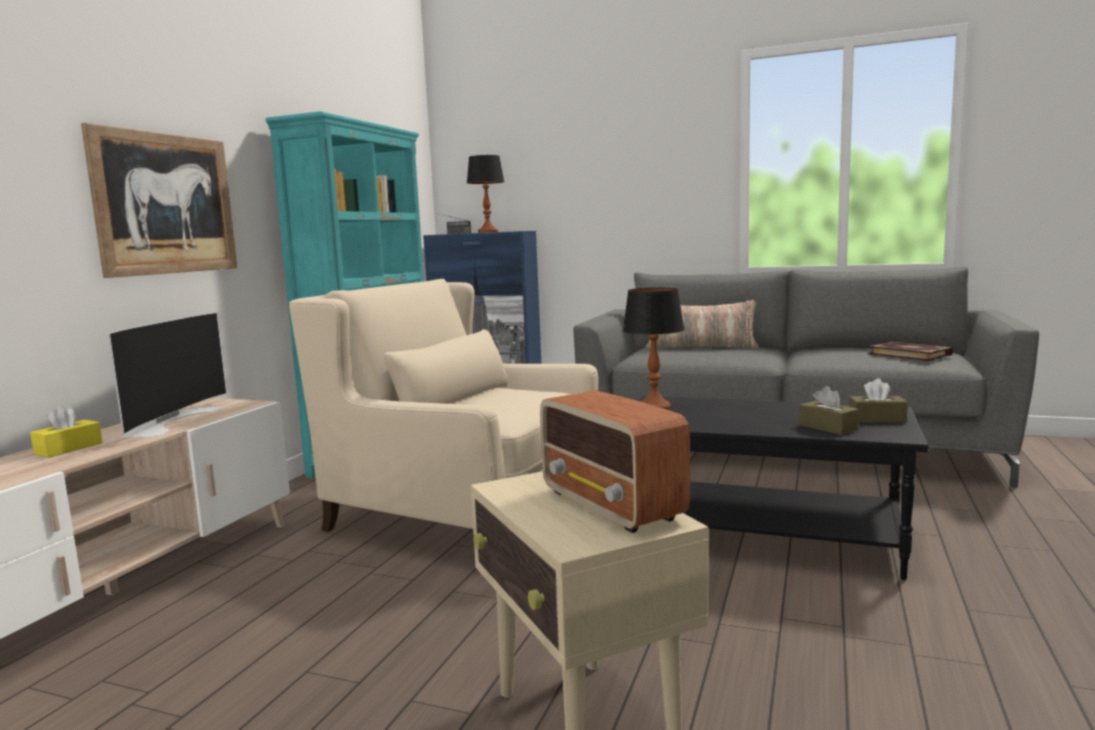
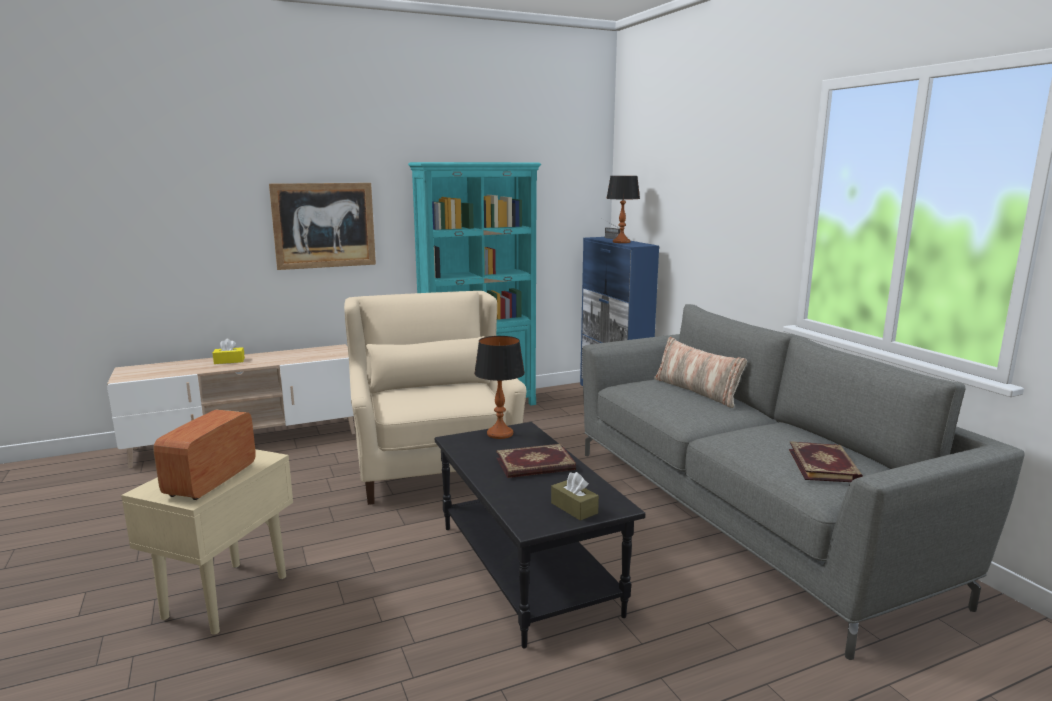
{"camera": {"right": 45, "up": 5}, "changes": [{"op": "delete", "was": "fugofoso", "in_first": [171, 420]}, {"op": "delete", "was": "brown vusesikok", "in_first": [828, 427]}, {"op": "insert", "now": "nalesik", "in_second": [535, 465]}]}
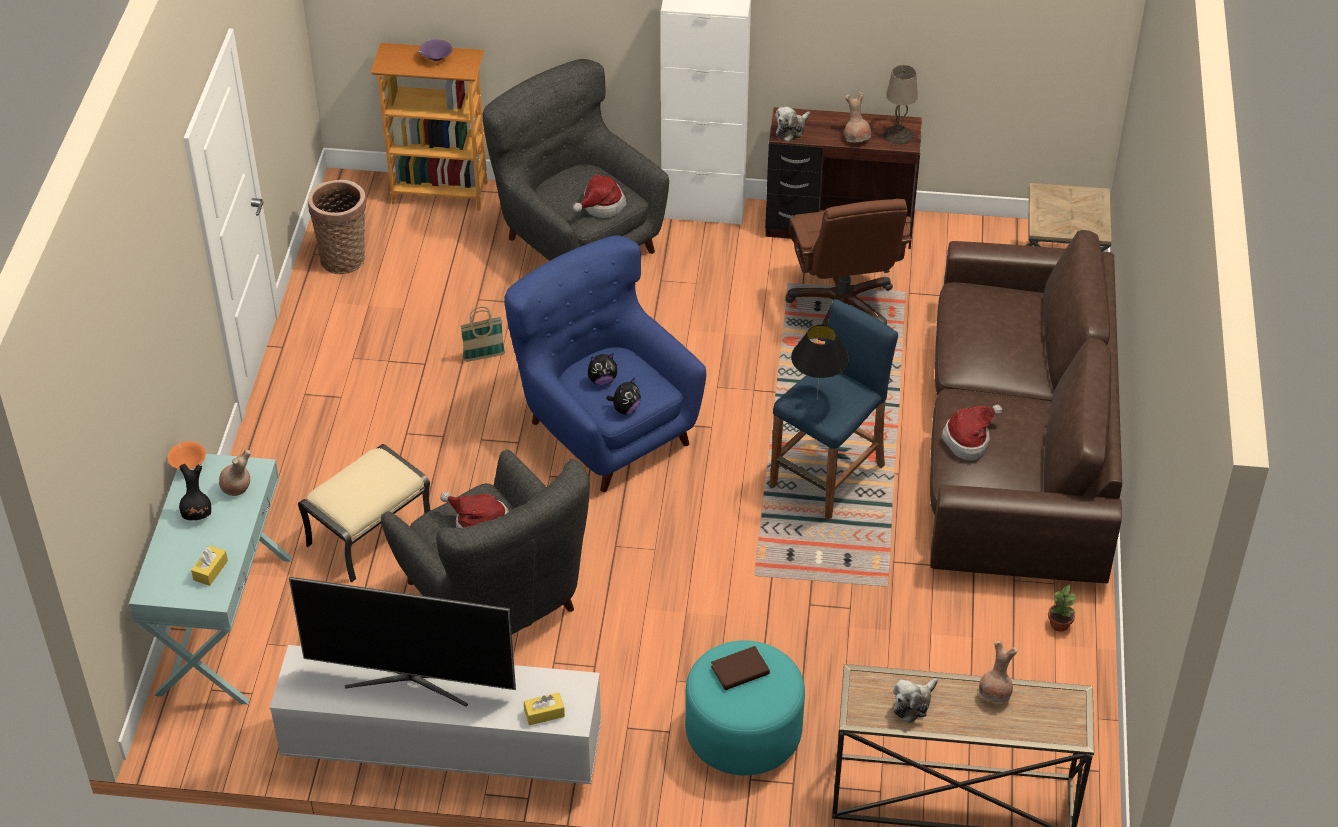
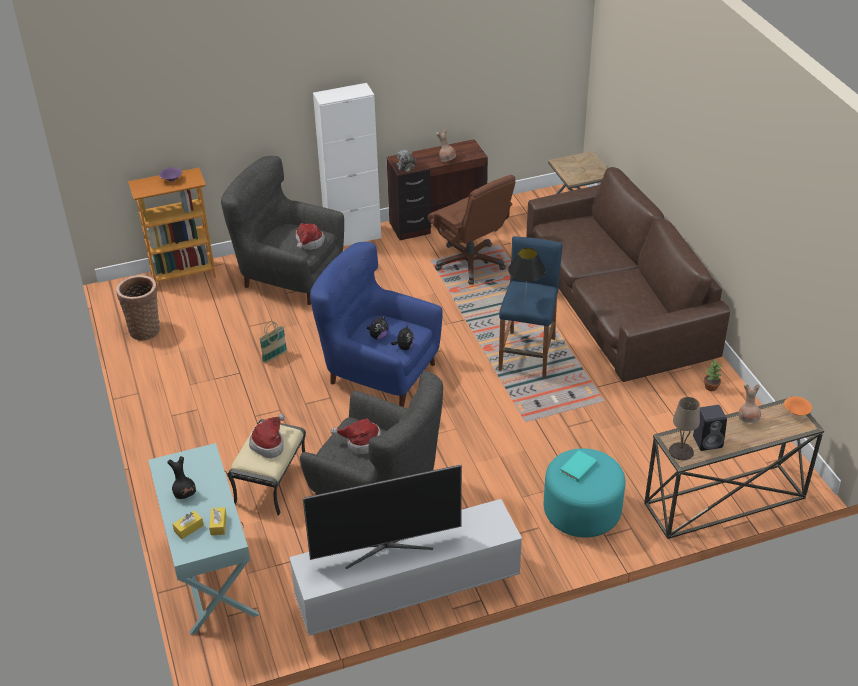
{"camera": {"right": -25, "up": -5}, "changes": [{"op": "move", "was": "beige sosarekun", "in_first": [899, 135], "in_second": [681, 451]}, {"op": "move", "was": "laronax", "in_first": [969, 440], "in_second": [269, 444]}, {"op": "move", "was": "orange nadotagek", "in_first": [188, 464], "in_second": [795, 412]}, {"op": "delete", "was": "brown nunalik", "in_first": [237, 489]}, {"op": "recolor", "was": "brown nalesik", "now": "turquoise nalesik", "in_first": [740, 670], "in_second": [578, 468]}, {"op": "replace", "was": "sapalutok", "now": "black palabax", "in_first": [913, 704], "in_second": [708, 441]}, {"op": "move", "was": "yellow vusesikok", "in_first": [544, 713], "in_second": [189, 528]}]}
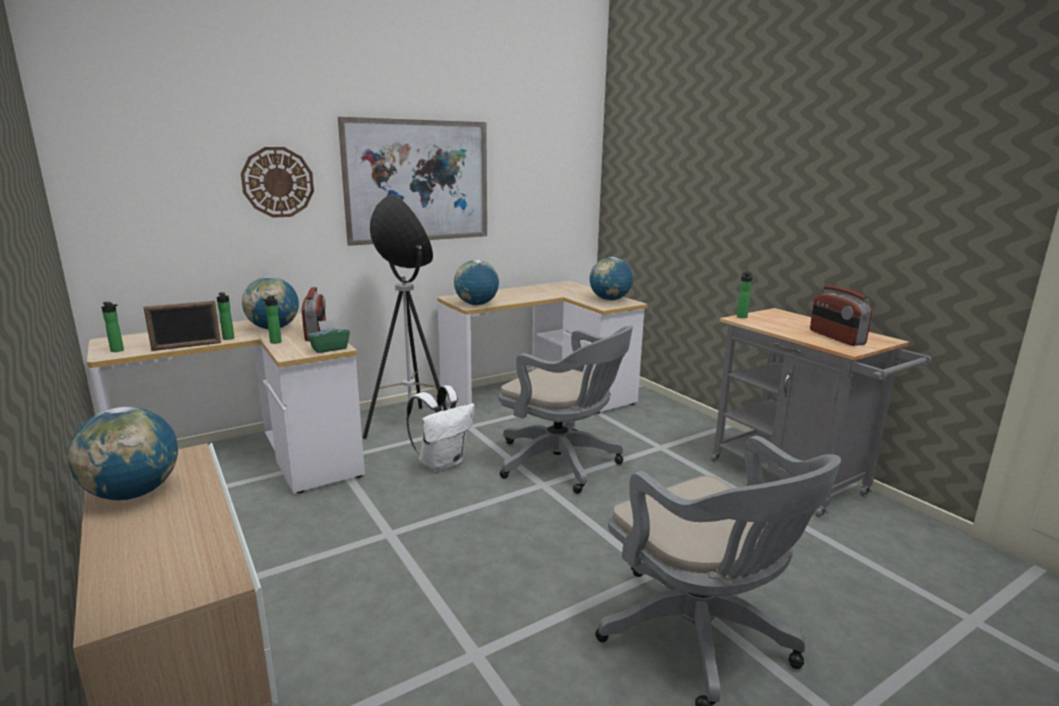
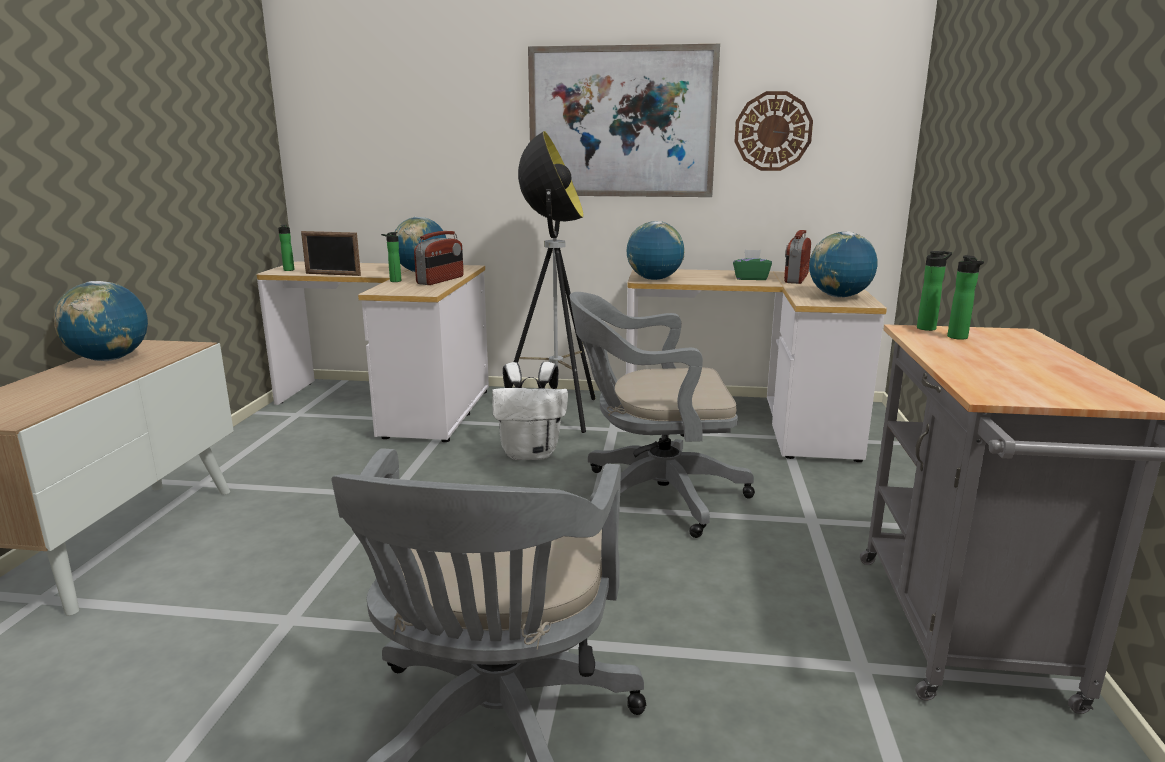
{"camera": {"right": 40, "up": 0}, "changes": [{"op": "move", "was": "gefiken", "in_first": [278, 182], "in_second": [773, 131]}, {"op": "move", "was": "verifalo", "in_first": [836, 337], "in_second": [795, 279]}, {"op": "move", "was": "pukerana", "in_first": [229, 338], "in_second": [958, 338]}, {"op": "move", "was": "green vusesikok", "in_first": [329, 348], "in_second": [750, 278]}, {"op": "rotate", "was": "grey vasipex", "in_first": [563, 463], "in_second": [652, 495], "clockwise": 105}]}
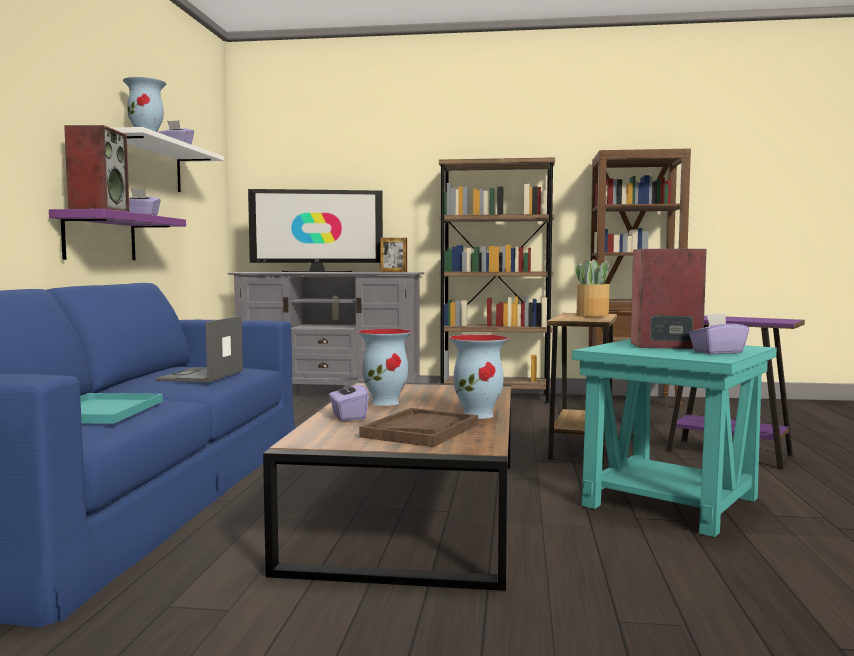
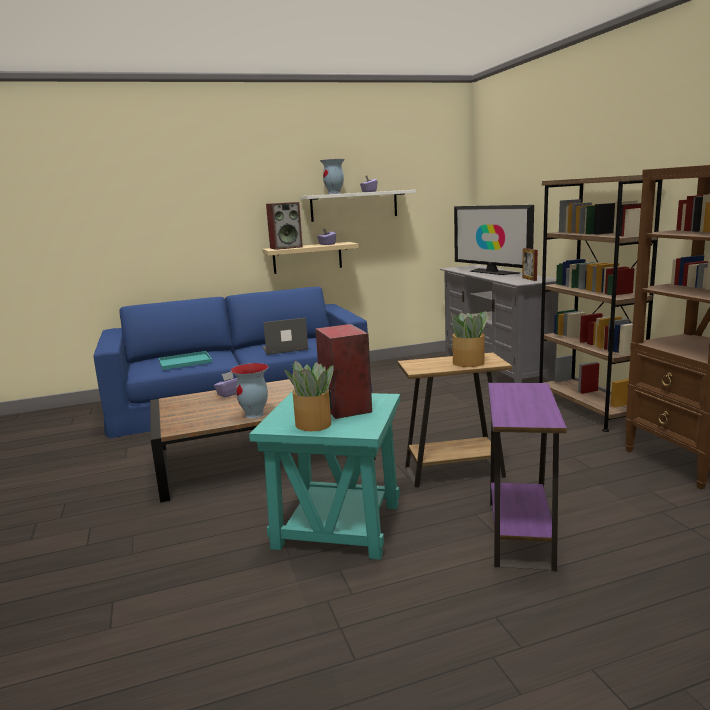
{"camera": {"right": 65, "up": 10}, "changes": [{"op": "recolor", "was": "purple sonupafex", "now": "beige sonupafex", "in_first": [100, 237], "in_second": [307, 257]}, {"op": "replace", "was": "purple vusesikok", "now": "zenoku", "in_first": [717, 352], "in_second": [313, 424]}, {"op": "delete", "was": "nunalik", "in_first": [386, 402]}, {"op": "delete", "was": "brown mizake", "in_first": [420, 430]}]}
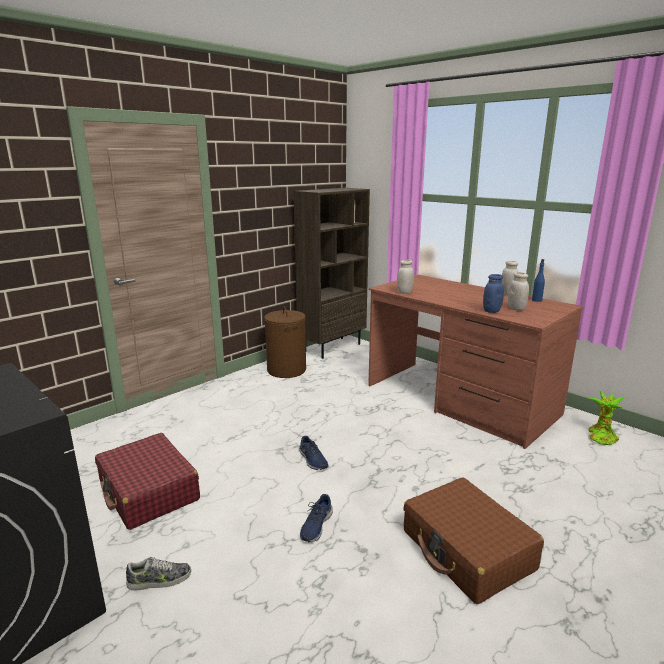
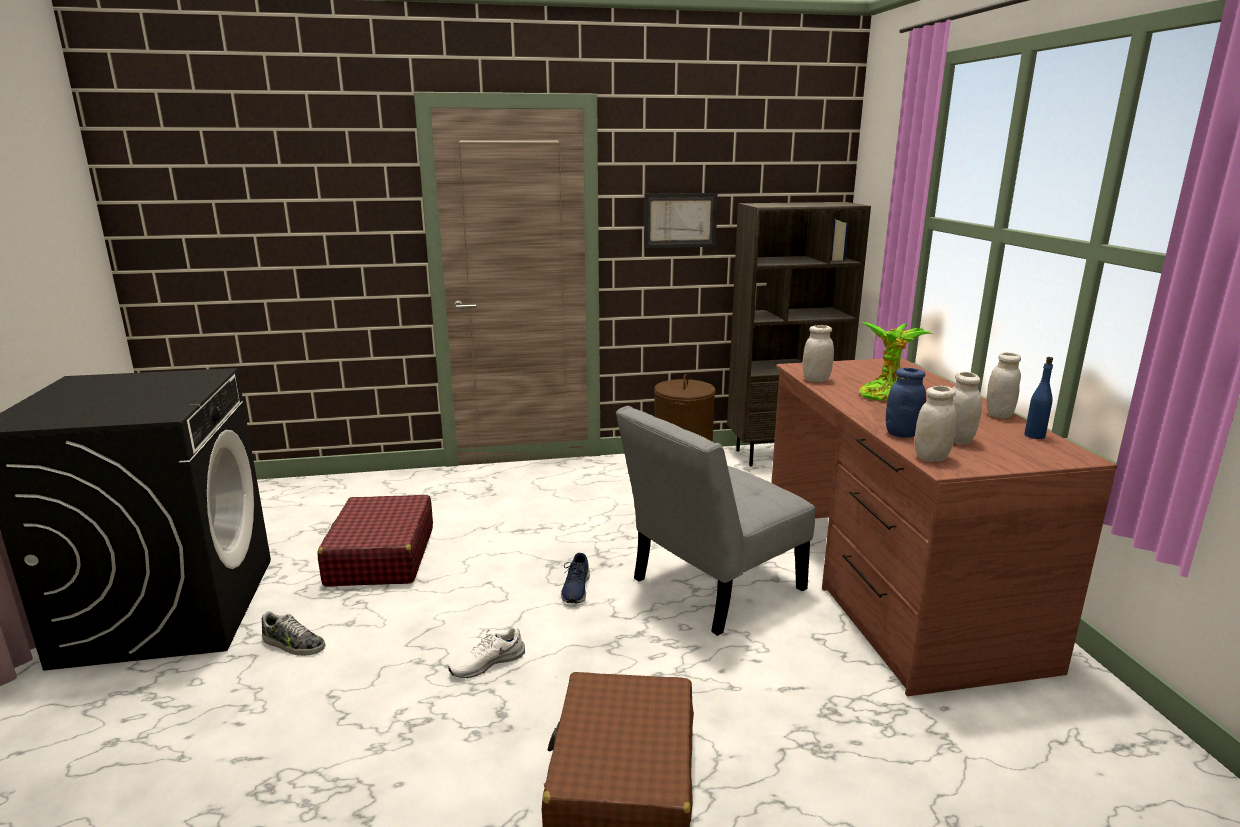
{"camera": {"right": 35, "up": 0}, "changes": [{"op": "move", "was": "zenoku", "in_first": [601, 436], "in_second": [884, 394]}, {"op": "recolor", "was": "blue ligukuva", "now": "white ligukuva", "in_first": [316, 525], "in_second": [487, 663]}, {"op": "insert", "now": "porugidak", "in_second": [680, 220]}, {"op": "insert", "now": "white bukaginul", "in_second": [931, 457]}, {"op": "insert", "now": "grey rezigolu", "in_second": [711, 588]}]}
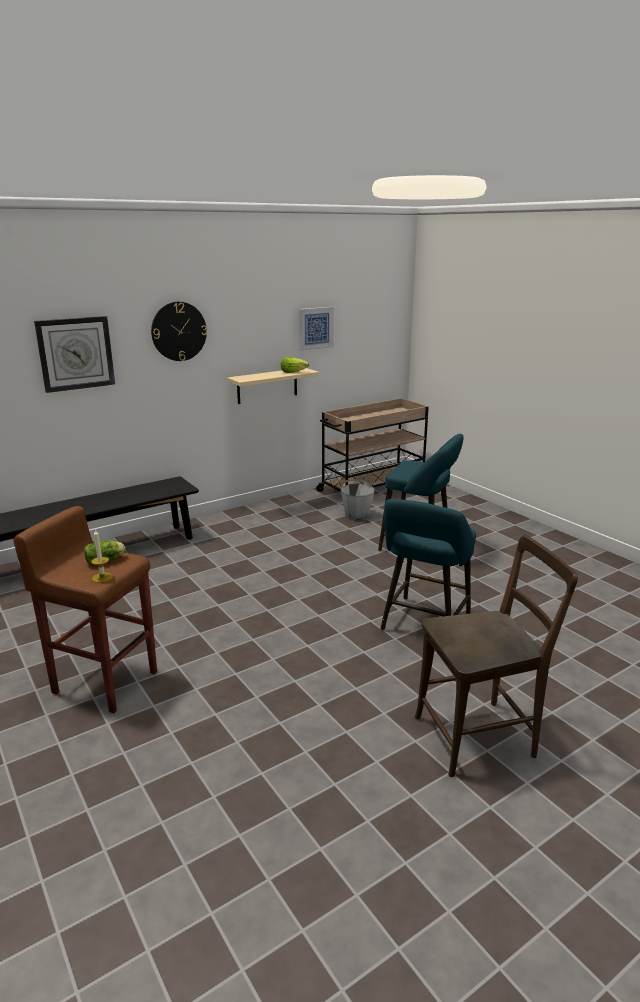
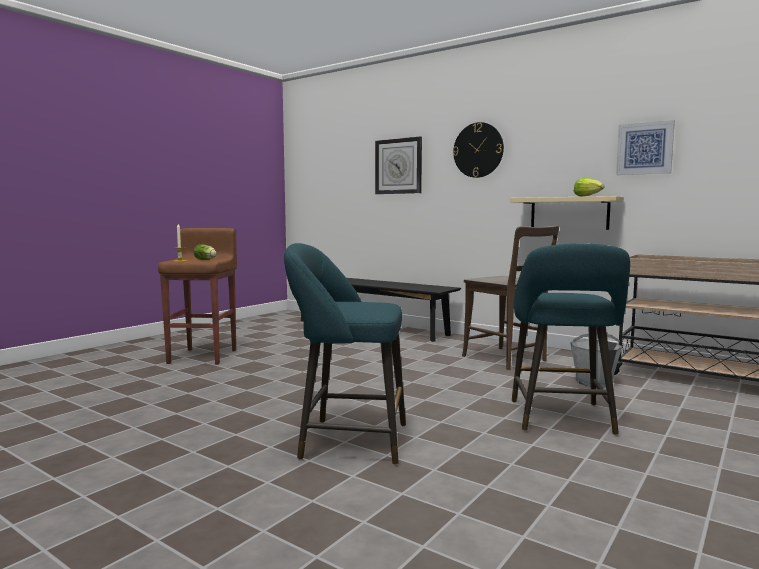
{"camera": {"right": 70, "up": -15}, "changes": [{"op": "move", "was": "brown rezigolu", "in_first": [480, 736], "in_second": [507, 359]}]}
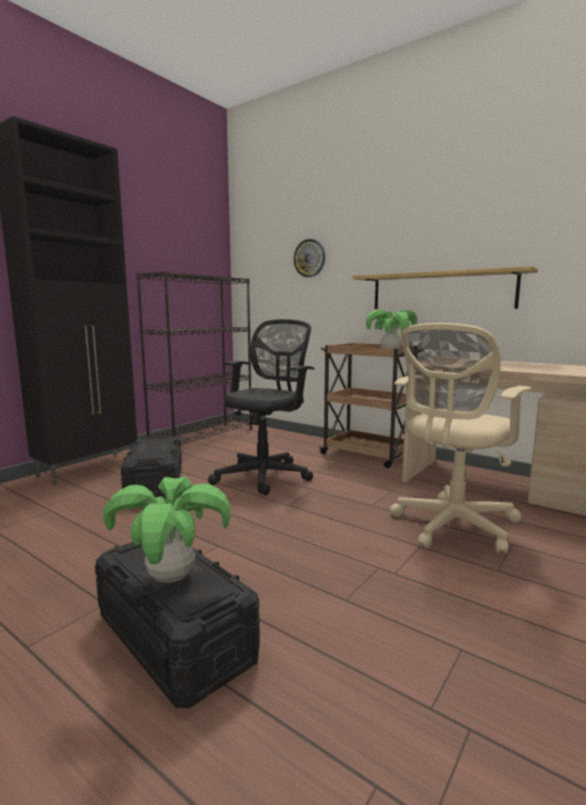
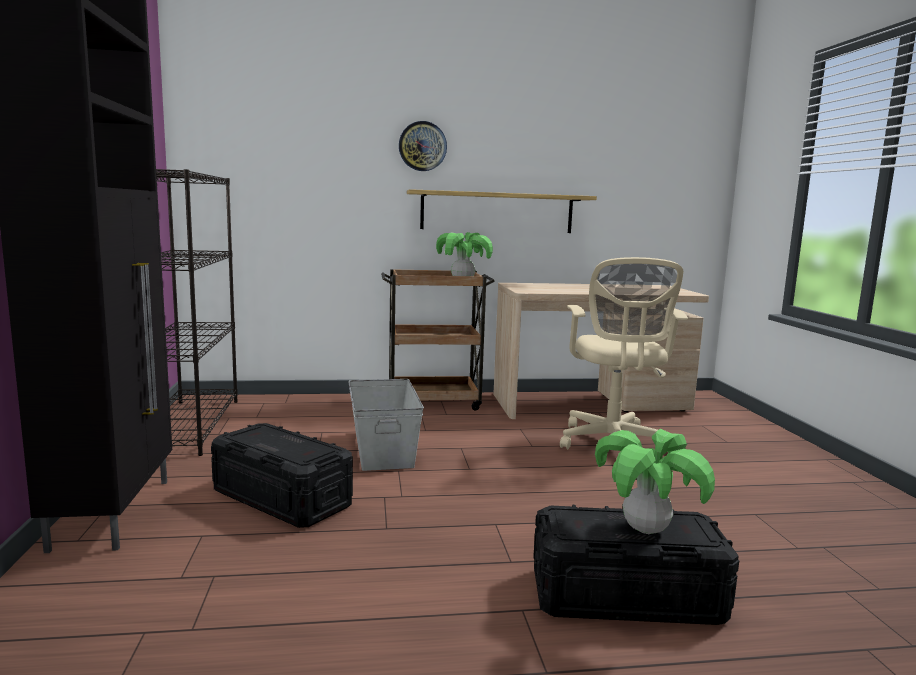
{"camera": {"right": -45, "up": 0}, "changes": [{"op": "move", "was": "gefiken", "in_first": [309, 258], "in_second": [422, 146]}, {"op": "replace", "was": "black vasipex", "now": "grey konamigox", "in_first": [266, 475], "in_second": [383, 448]}]}
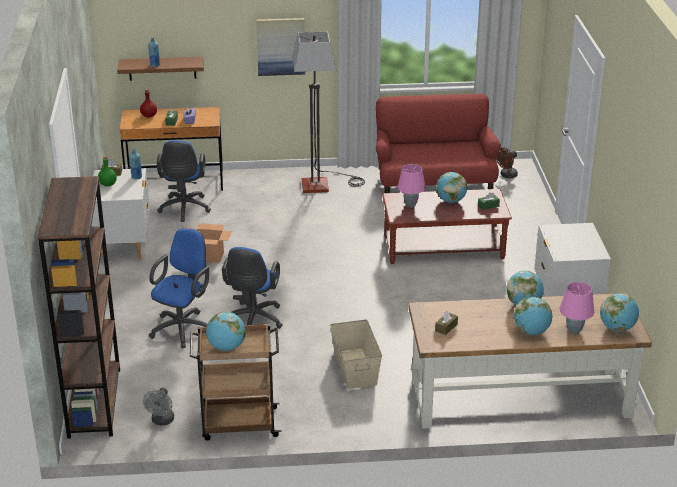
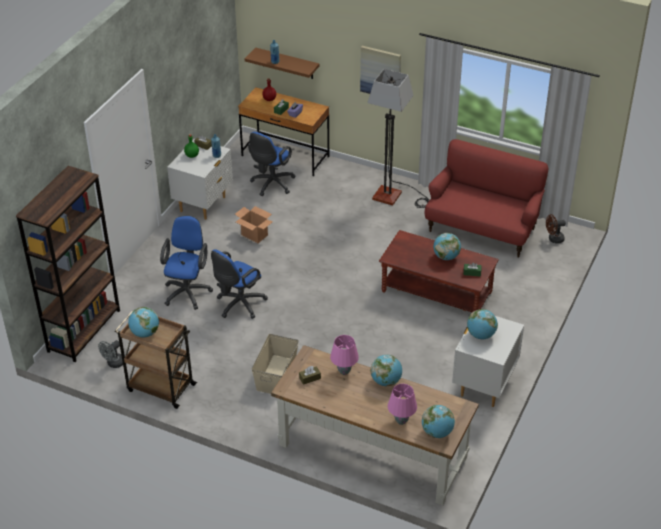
{"camera": {"right": 30, "up": 10}, "changes": [{"op": "move", "was": "pink sosarekun", "in_first": [410, 205], "in_second": [344, 371]}, {"op": "rotate", "was": "blue vasipex", "in_first": [183, 327], "in_second": [188, 291], "clockwise": -45}, {"op": "move", "was": "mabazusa", "in_first": [531, 332], "in_second": [481, 335]}]}
